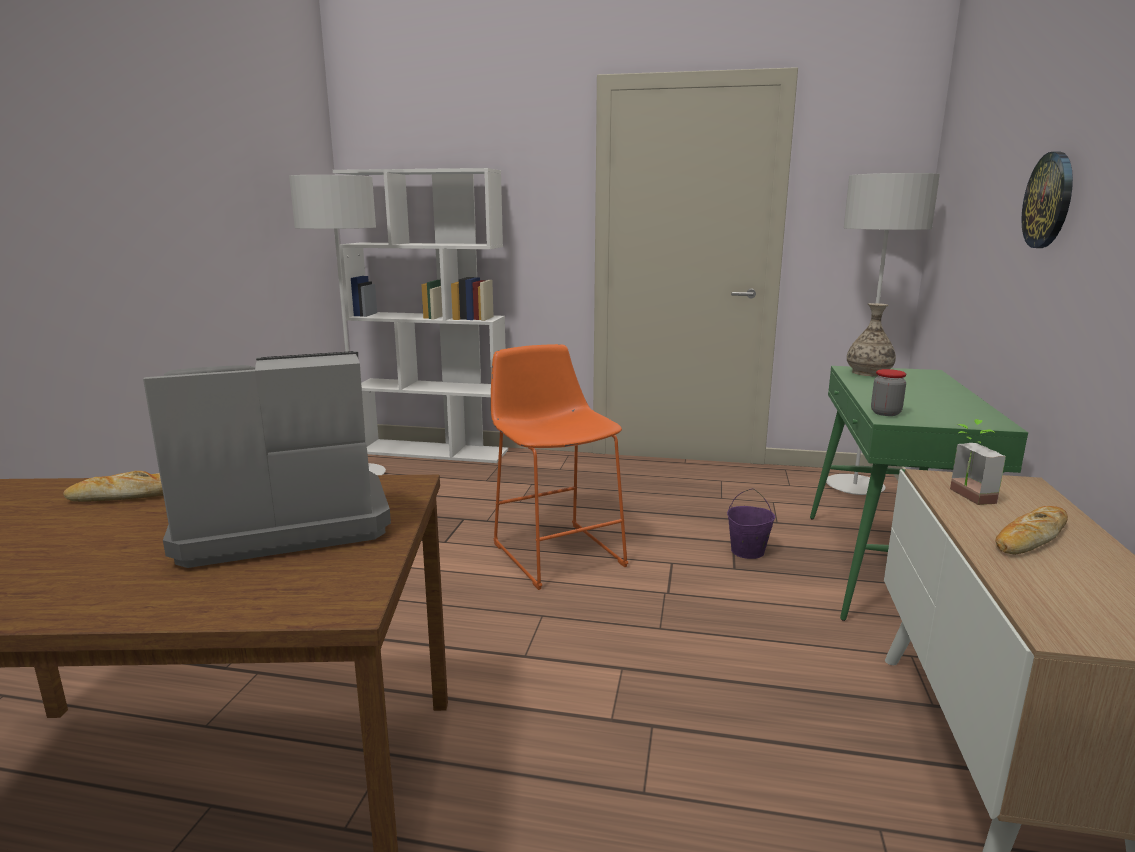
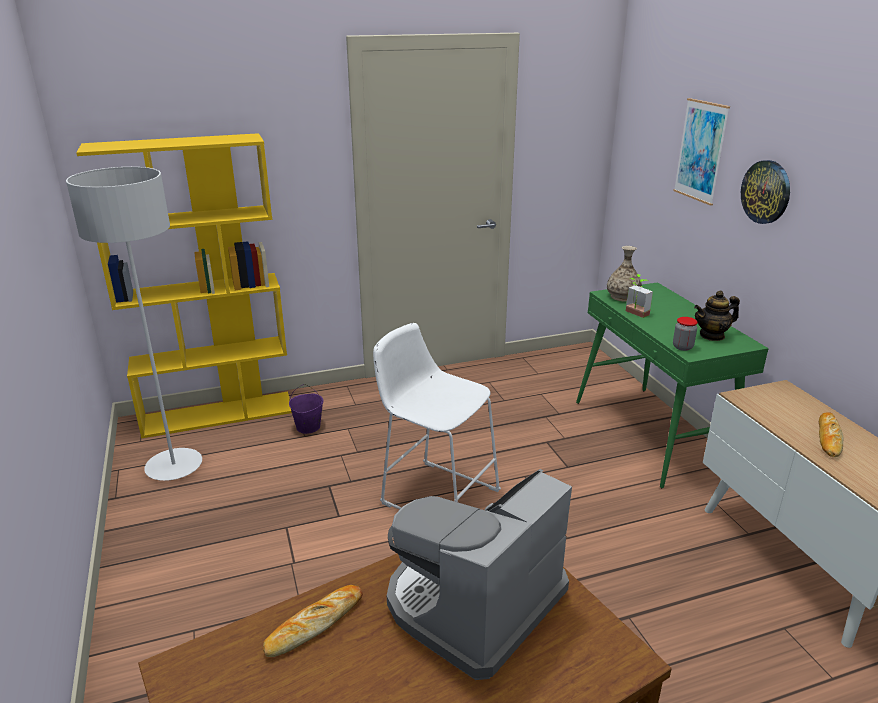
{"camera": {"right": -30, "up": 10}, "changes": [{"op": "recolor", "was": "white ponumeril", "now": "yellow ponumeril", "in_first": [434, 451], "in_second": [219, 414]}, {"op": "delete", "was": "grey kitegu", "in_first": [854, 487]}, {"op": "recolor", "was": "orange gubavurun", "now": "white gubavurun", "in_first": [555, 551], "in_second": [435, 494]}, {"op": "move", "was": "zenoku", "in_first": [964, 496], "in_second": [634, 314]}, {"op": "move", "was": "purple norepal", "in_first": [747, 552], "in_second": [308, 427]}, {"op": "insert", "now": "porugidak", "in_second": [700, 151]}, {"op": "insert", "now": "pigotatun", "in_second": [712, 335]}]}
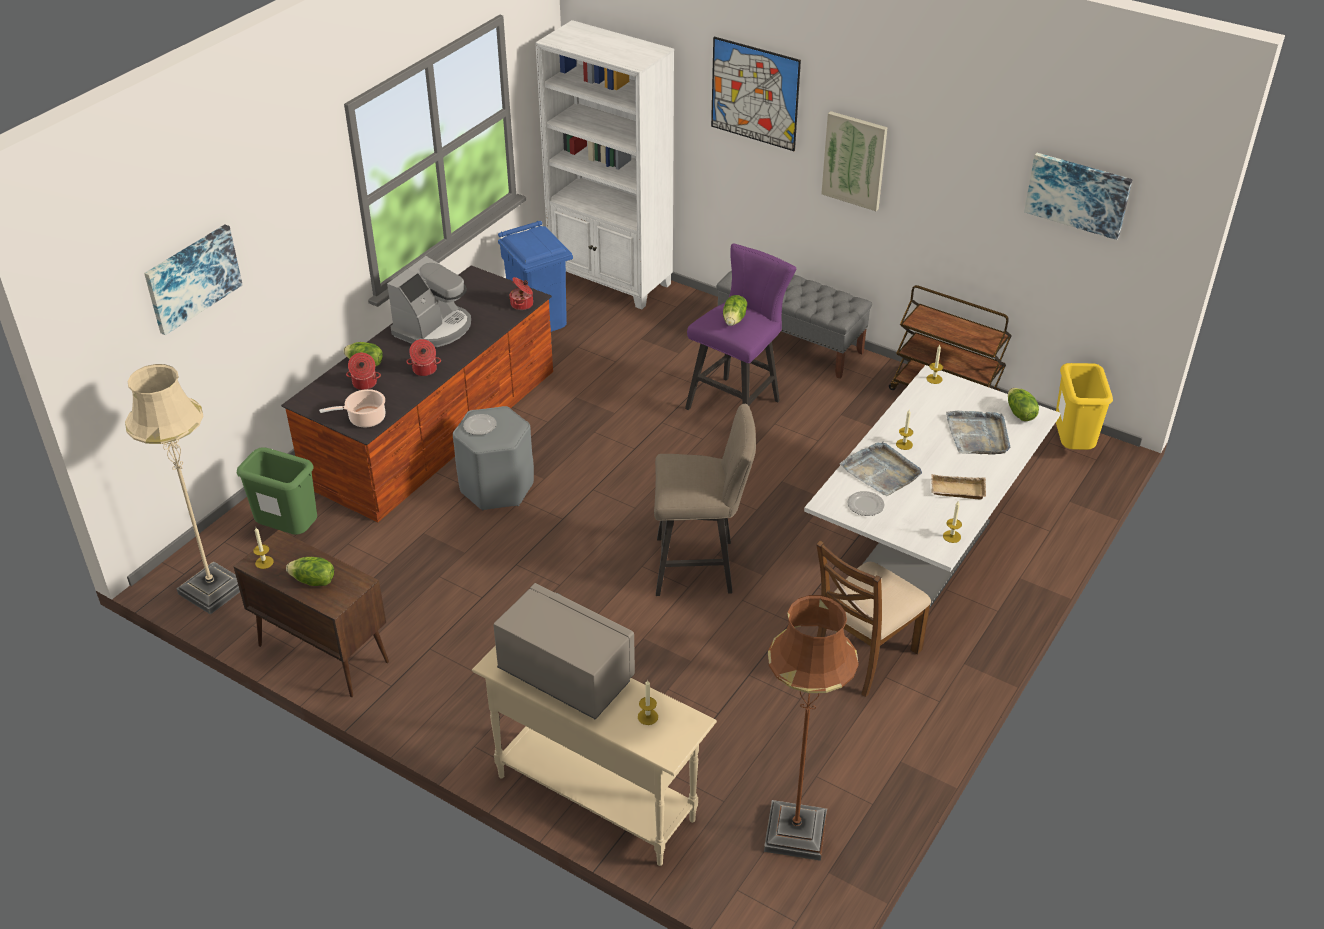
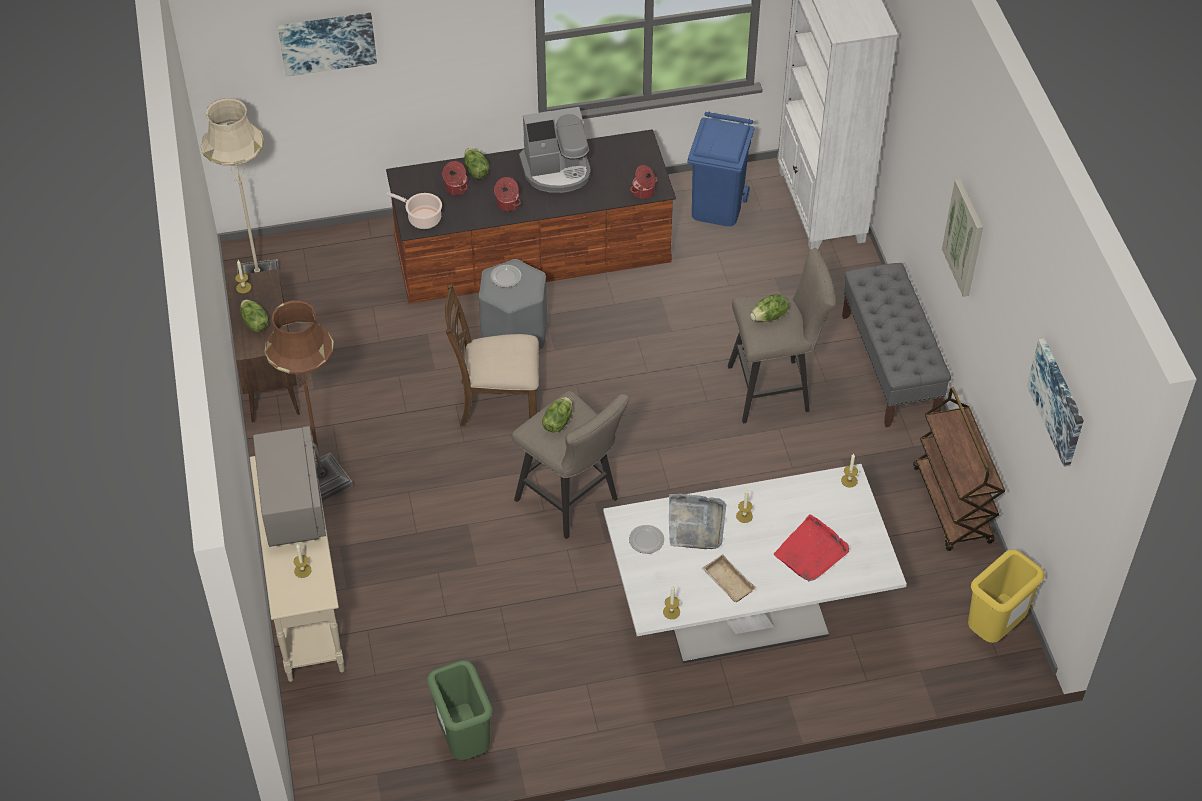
{"camera": {"right": 45, "up": 10}, "changes": [{"op": "delete", "was": "porugidak", "in_first": [755, 93]}, {"op": "recolor", "was": "purple gubavurun", "now": "beige gubavurun", "in_first": [738, 402], "in_second": [775, 389]}, {"op": "move", "was": "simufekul", "in_first": [1019, 414], "in_second": [557, 422]}, {"op": "recolor", "was": "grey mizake", "now": "red mizake", "in_first": [978, 435], "in_second": [811, 552]}, {"op": "move", "was": "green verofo", "in_first": [290, 531], "in_second": [465, 741]}, {"op": "move", "was": "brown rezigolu", "in_first": [863, 654], "in_second": [497, 402]}, {"op": "move", "was": "brown kitegu", "in_first": [795, 832], "in_second": [322, 481]}]}
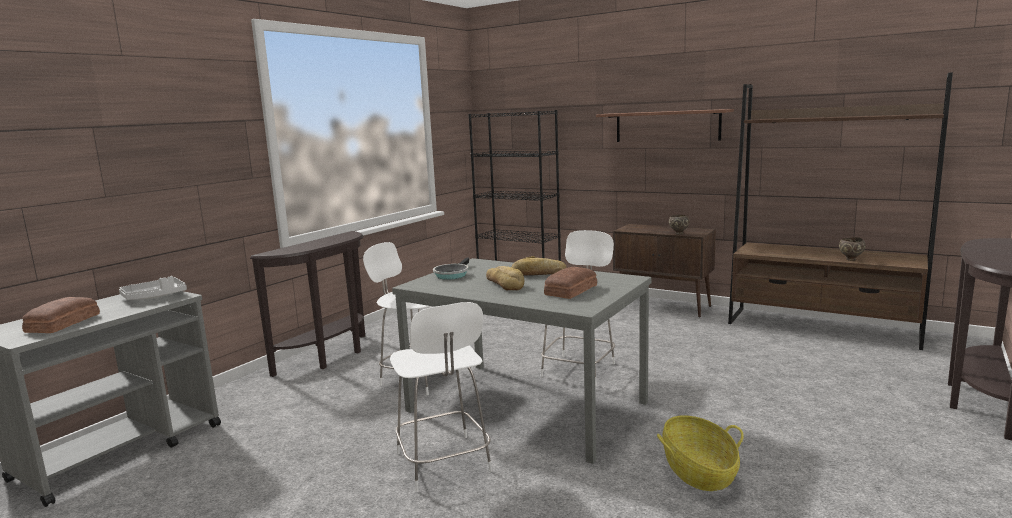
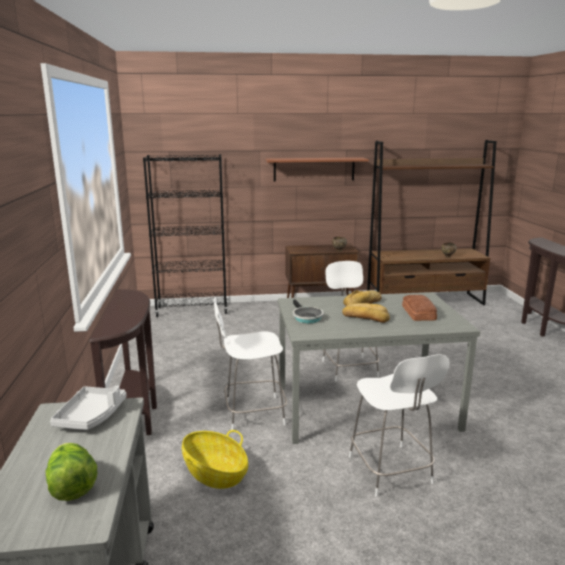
{"camera": {"right": -40, "up": 5}, "changes": [{"op": "replace", "was": "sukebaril", "now": "simufekul", "in_first": [61, 323], "in_second": [72, 486]}, {"op": "rotate", "was": "white rezigolu", "in_first": [444, 464], "in_second": [391, 471], "clockwise": 45}, {"op": "move", "was": "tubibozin", "in_first": [698, 471], "in_second": [215, 473]}]}
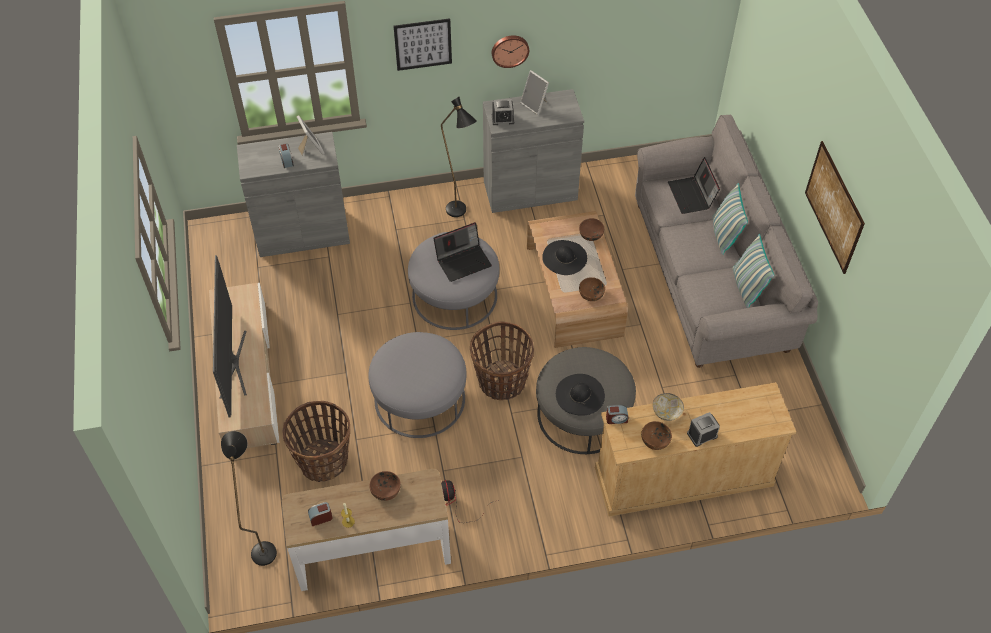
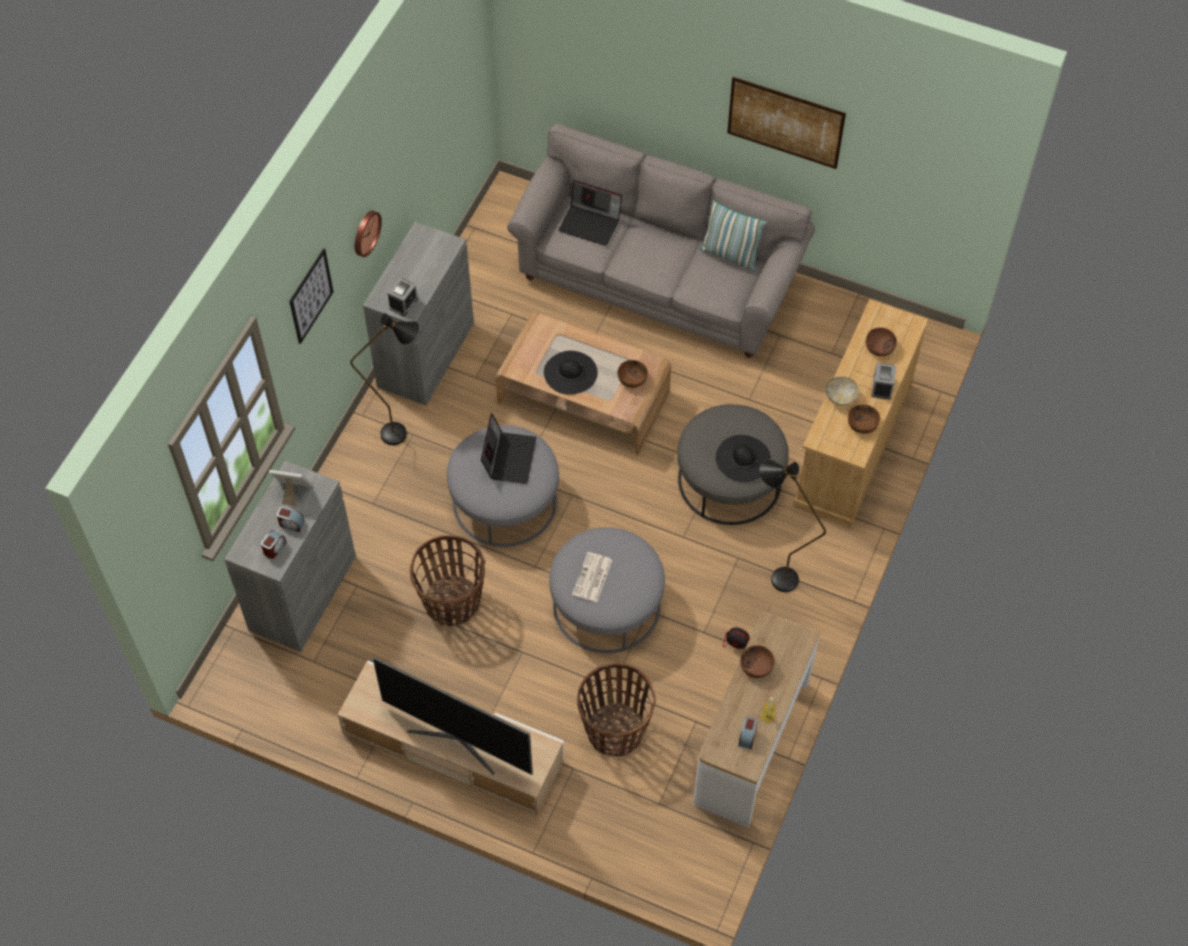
{"camera": {"right": -55, "up": 5}, "changes": [{"op": "delete", "was": "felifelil", "in_first": [535, 105]}, {"op": "delete", "was": "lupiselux", "in_first": [724, 235]}, {"op": "move", "was": "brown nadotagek", "in_first": [590, 235], "in_second": [879, 348]}, {"op": "move", "was": "tubibozin", "in_first": [501, 382], "in_second": [452, 602]}, {"op": "move", "was": "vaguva", "in_first": [616, 419], "in_second": [274, 548]}, {"op": "move", "was": "black kitegu", "in_first": [263, 545], "in_second": [775, 576]}, {"op": "insert", "now": "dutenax", "in_second": [592, 578]}]}
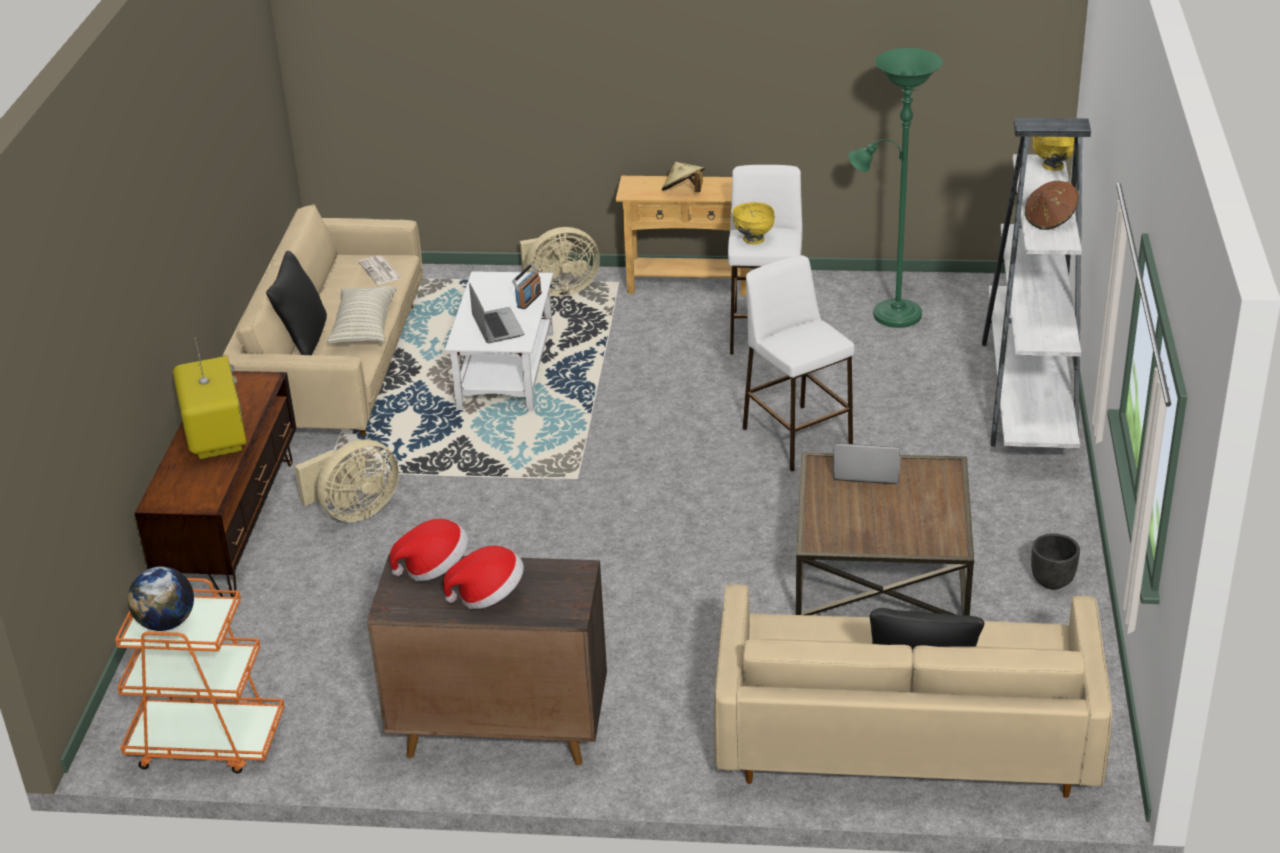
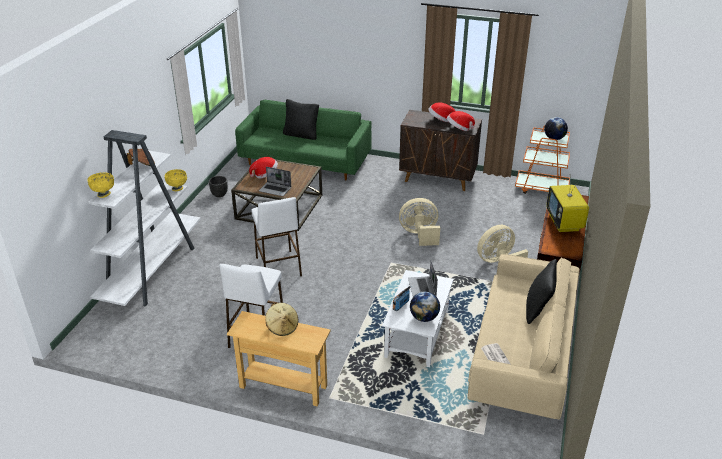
{"camera": {"right": -170, "up": 0}, "changes": [{"op": "delete", "was": "green kitegu", "in_first": [891, 313]}, {"op": "move", "was": "yellow nadotagek", "in_first": [753, 240], "in_second": [177, 188]}, {"op": "move", "was": "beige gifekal", "in_first": [560, 289], "in_second": [419, 235]}, {"op": "delete", "was": "lupiselux", "in_first": [364, 327]}, {"op": "recolor", "was": "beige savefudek", "now": "green savefudek", "in_first": [904, 736], "in_second": [305, 161]}, {"op": "insert", "now": "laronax", "in_second": [265, 175]}, {"op": "insert", "now": "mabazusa", "in_second": [424, 318]}]}
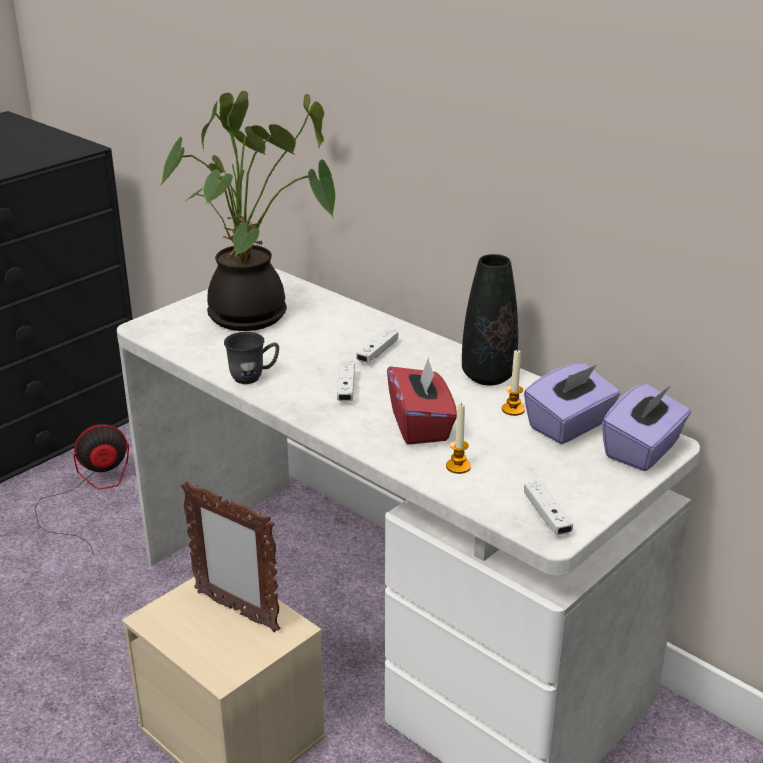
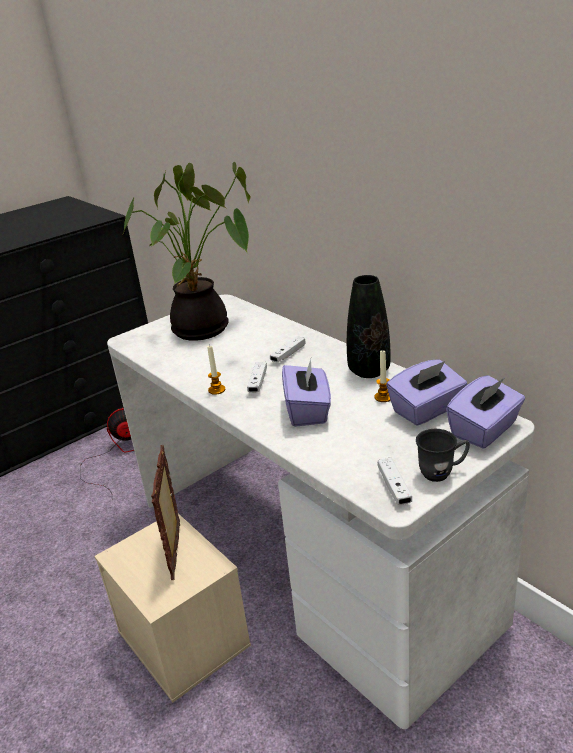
{"camera": {"right": 10, "up": 0}, "changes": [{"op": "move", "was": "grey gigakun", "in_first": [254, 377], "in_second": [442, 472]}, {"op": "recolor", "was": "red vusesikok", "now": "purple vusesikok", "in_first": [421, 425], "in_second": [308, 411]}, {"op": "move", "was": "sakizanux", "in_first": [458, 466], "in_second": [216, 390]}, {"op": "rotate", "was": "felifelil", "in_first": [236, 611], "in_second": [177, 551], "clockwise": 45}]}
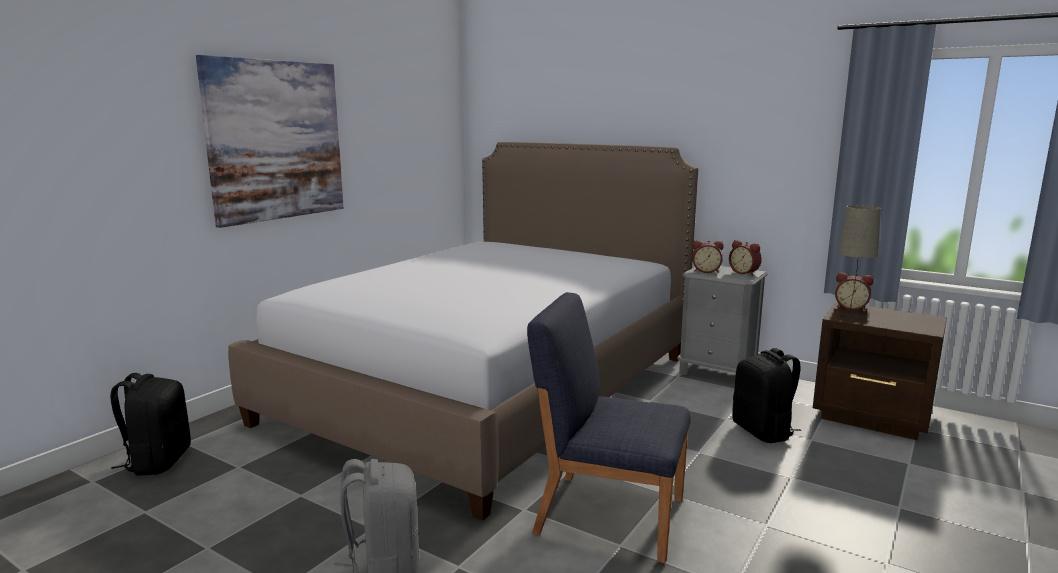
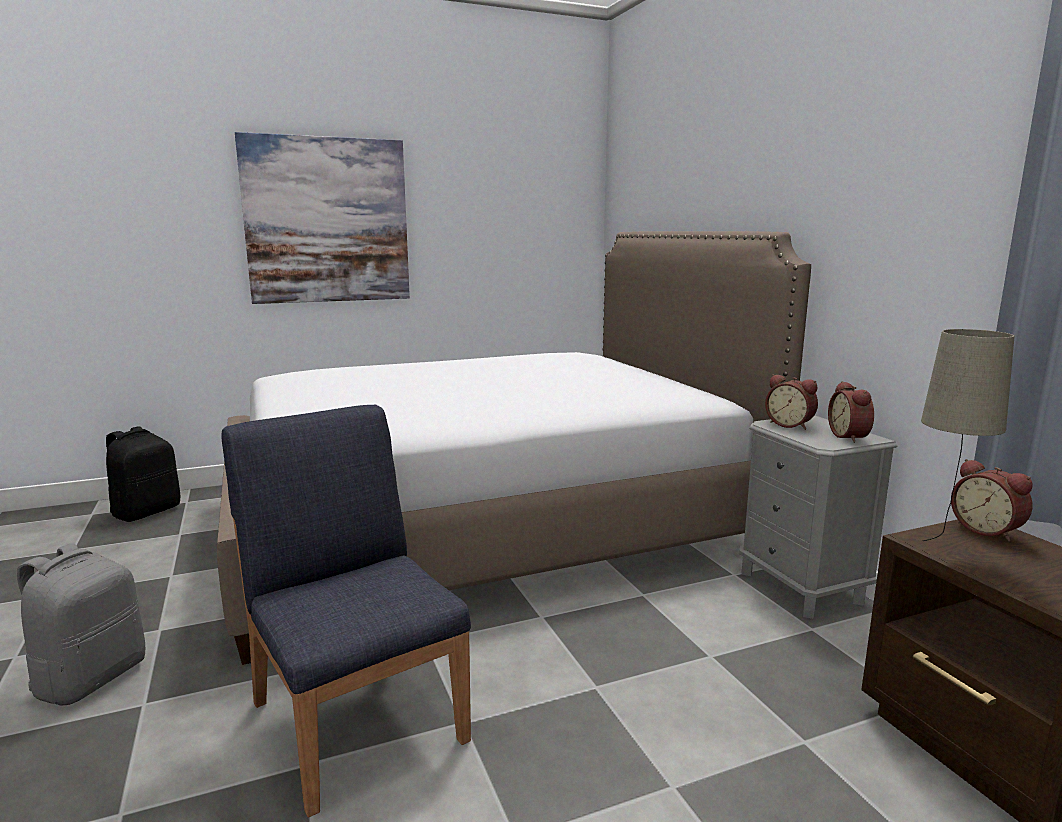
{"camera": {"right": 35, "up": 0}, "changes": [{"op": "delete", "was": "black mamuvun", "in_first": [763, 432]}]}
